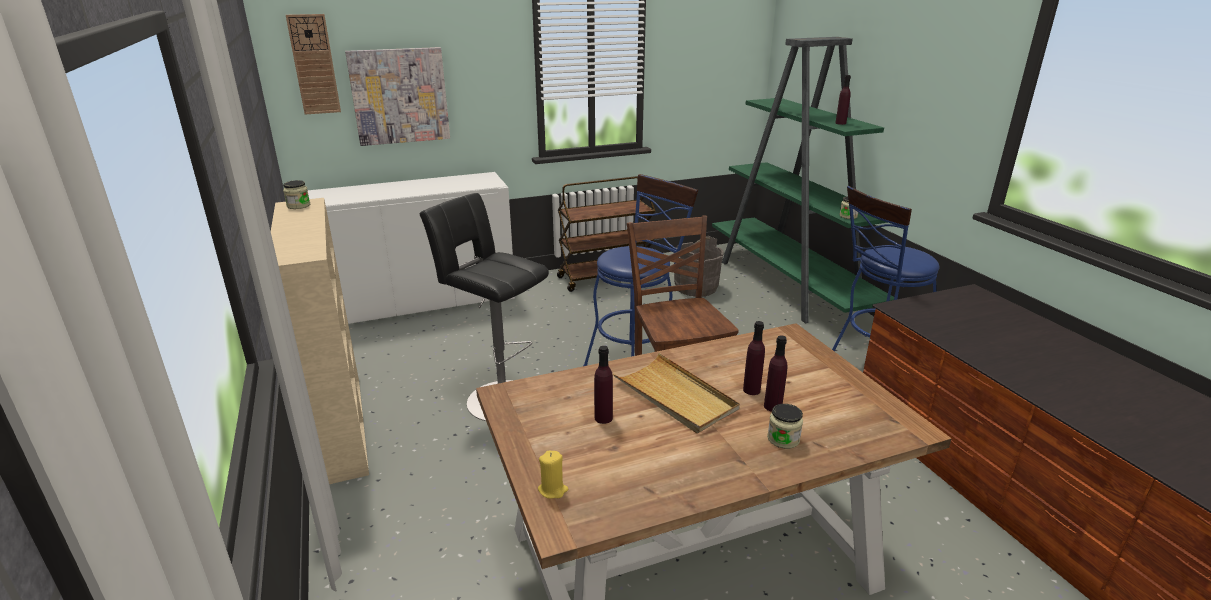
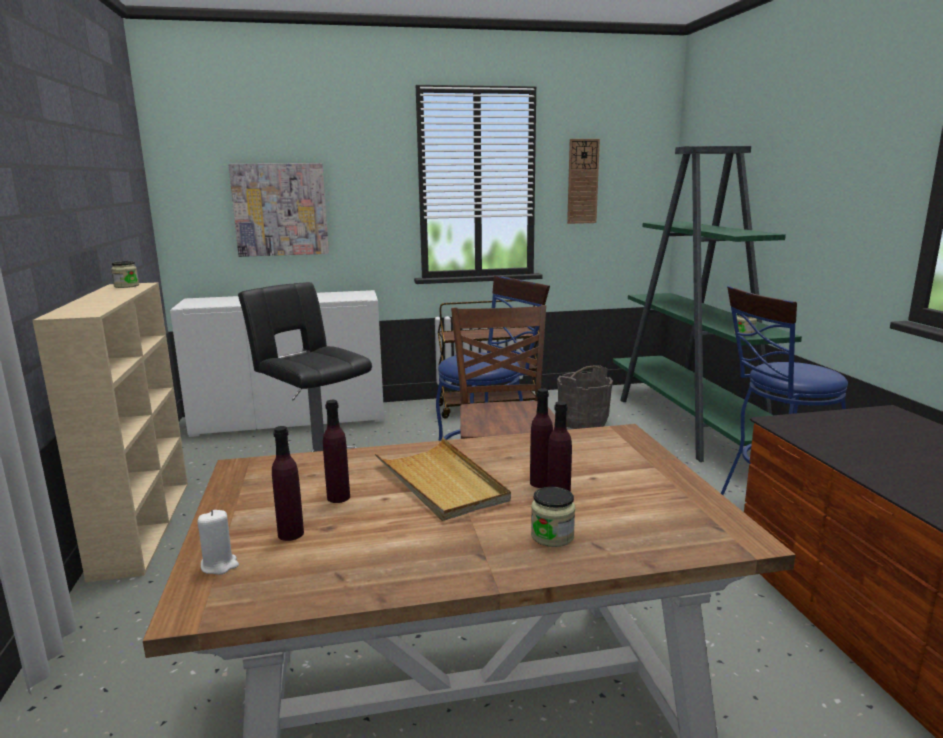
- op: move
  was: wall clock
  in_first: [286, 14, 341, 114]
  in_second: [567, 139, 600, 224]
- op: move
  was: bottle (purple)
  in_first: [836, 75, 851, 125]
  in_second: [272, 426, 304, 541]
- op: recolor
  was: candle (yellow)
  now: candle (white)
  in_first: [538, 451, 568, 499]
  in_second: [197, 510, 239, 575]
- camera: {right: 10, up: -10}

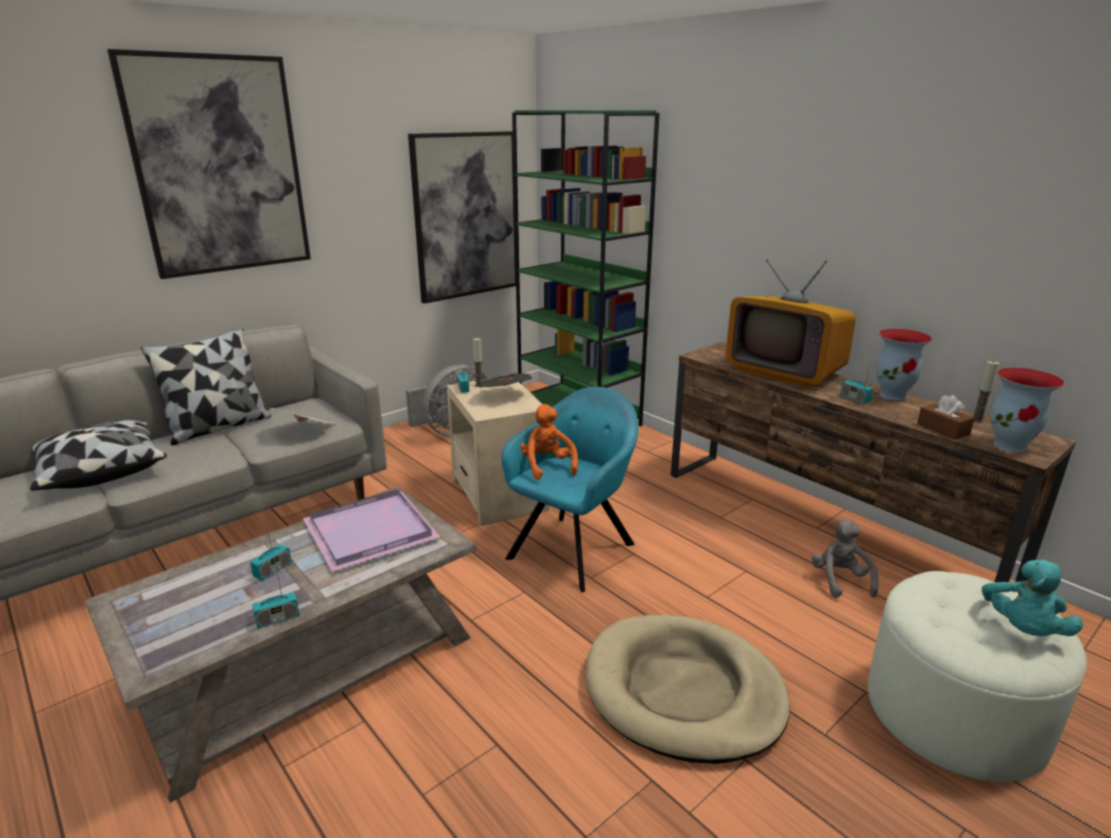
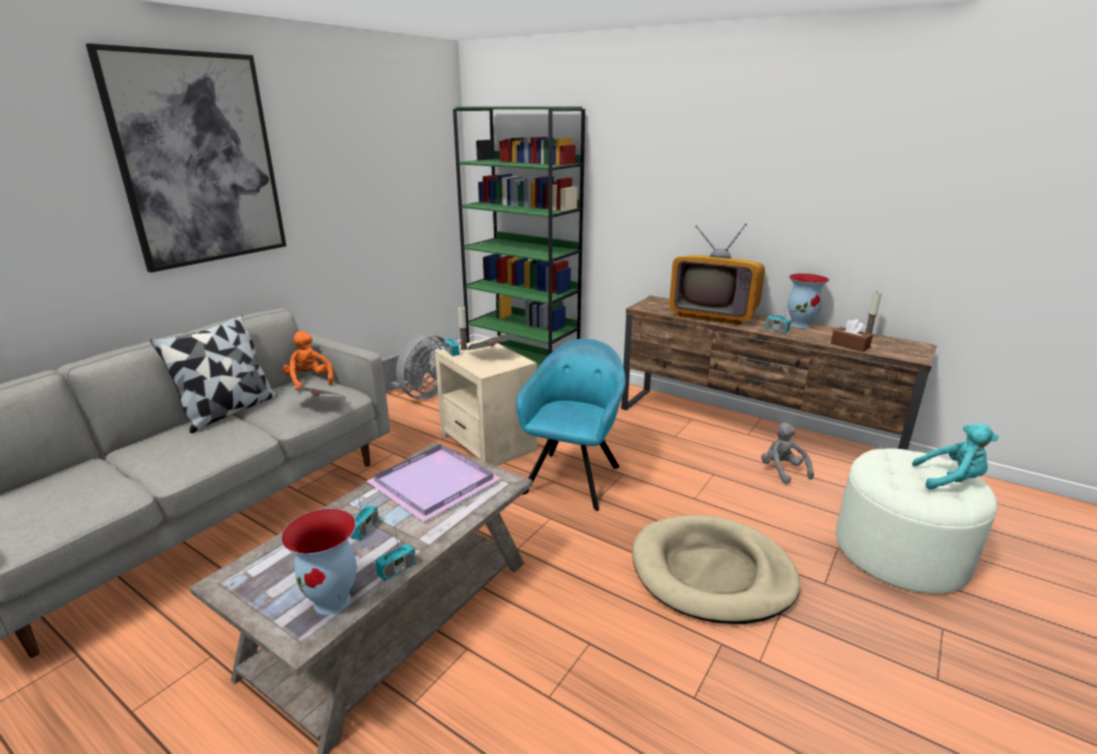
- op: delete
  was: pillow
  in_first: [30, 420, 167, 491]
- op: delete
  was: picture
  in_first: [408, 131, 516, 304]
- op: move
  was: plush toy (orange)
  in_first: [520, 404, 578, 480]
  in_second: [283, 331, 333, 391]
- op: move
  was: vase
  in_first: [991, 367, 1065, 453]
  in_second: [281, 509, 357, 615]
- op: rotate
  was: plush toy (turquoise)
  in_first: [982, 559, 1083, 636]
  in_second: [912, 423, 998, 490]
  clockwise: -90
- camera: {right: -15, up: 0}

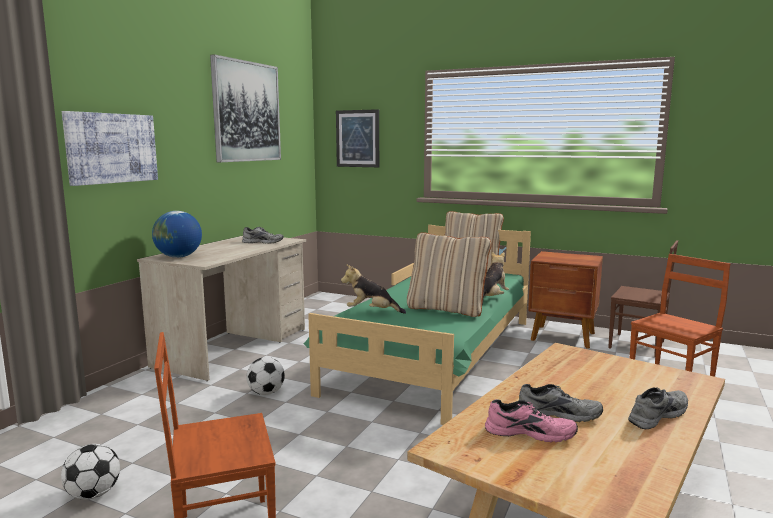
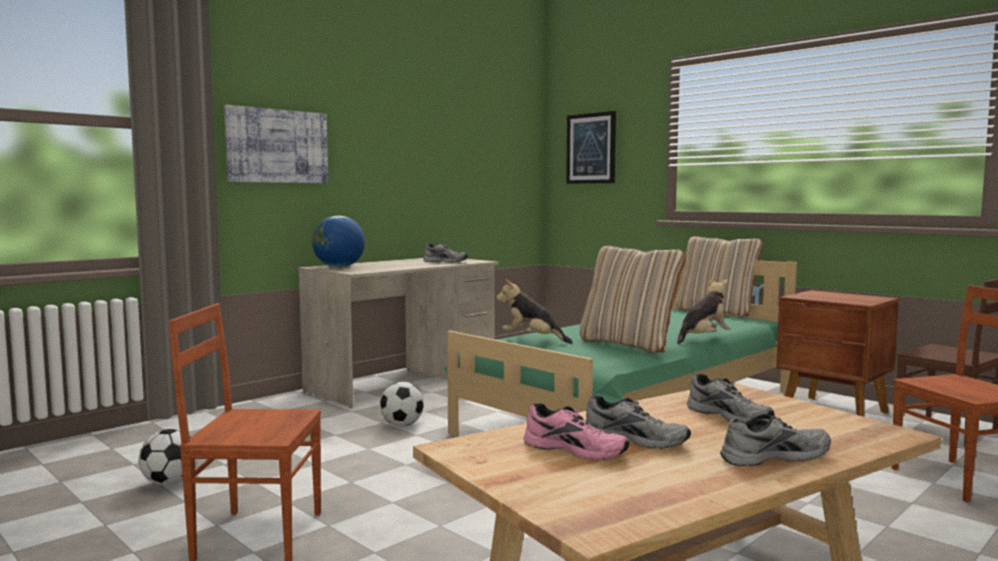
- op: delete
  was: picture
  in_first: [210, 54, 281, 162]
- op: insert
  now: shoe (grey)
  in_second: [687, 374, 775, 423]
- camera: {right: 20, up: -5}

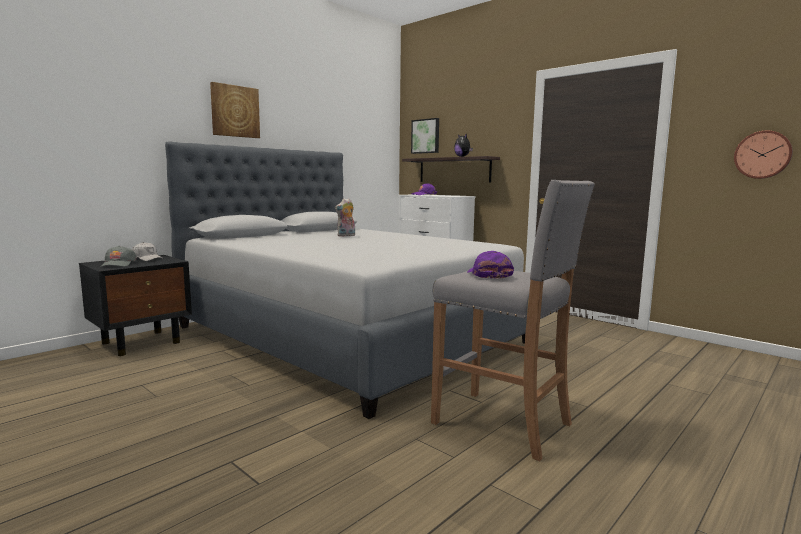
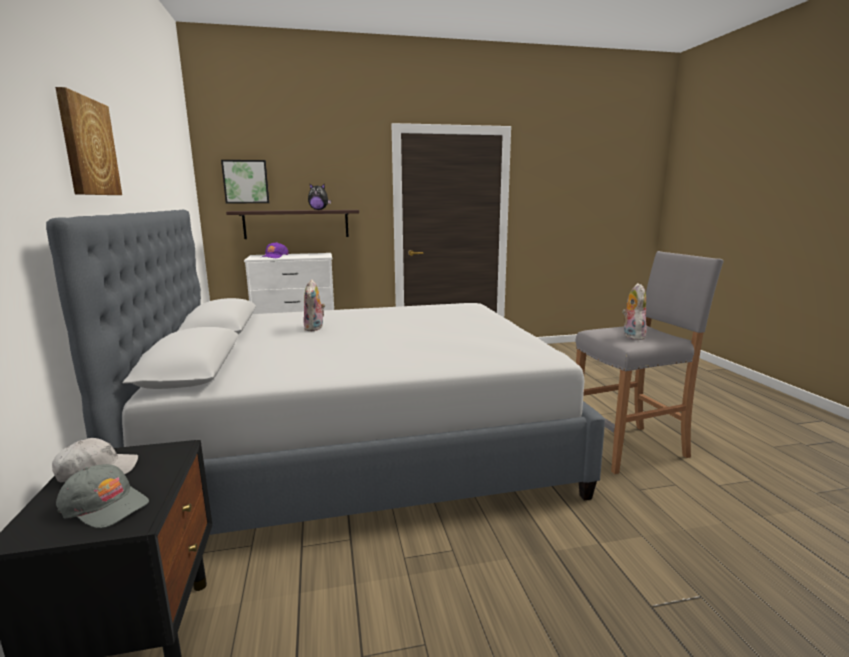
- op: delete
  was: wall clock
  in_first: [734, 130, 793, 179]
- op: replace
  was: cap (purple)
  now: plush toy
  in_first: [467, 251, 514, 279]
  in_second: [622, 283, 647, 340]
- camera: {right: -55, up: 5}

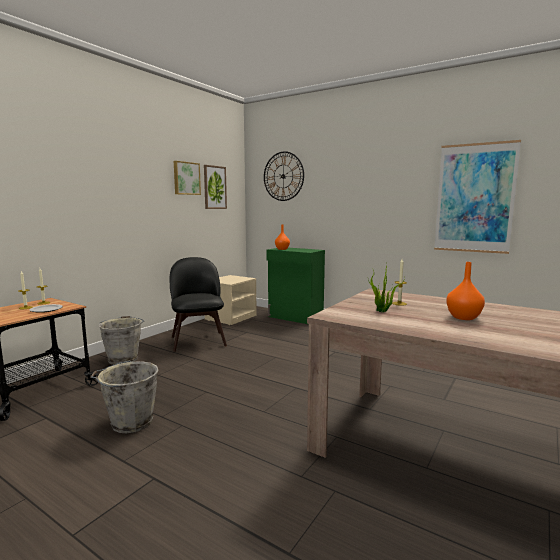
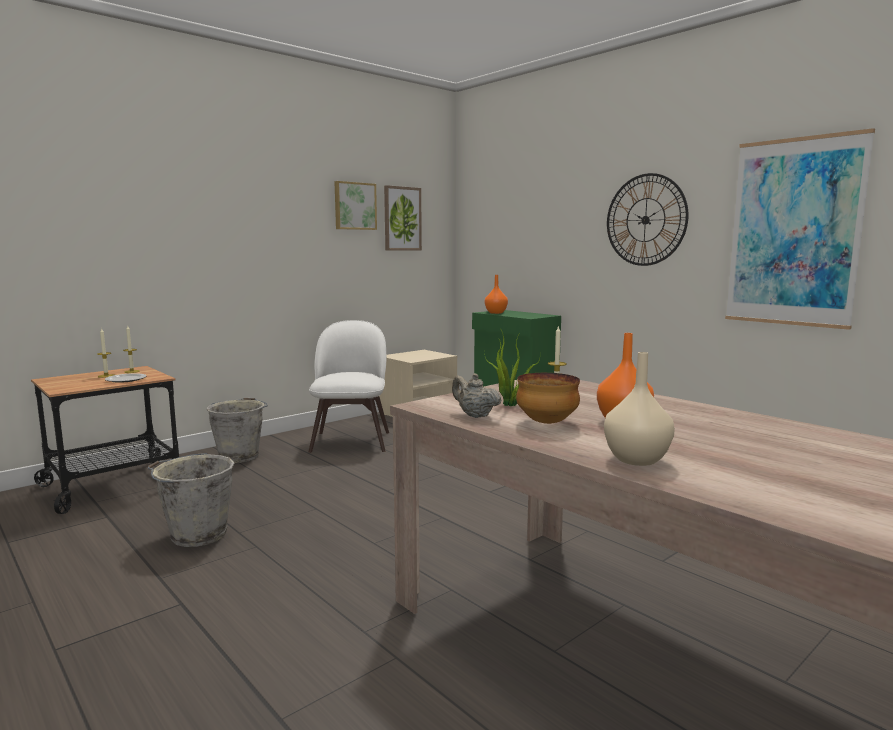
- op: insert
  now: teapot (beige)
  in_second: [452, 373, 502, 418]
- op: insert
  now: bowl
  in_second: [516, 373, 580, 424]
- op: insert
  now: vase (beige)
  in_second: [604, 352, 675, 466]
- op: move
  was: wall clock
  in_first: [264, 151, 304, 201]
  in_second: [607, 173, 689, 266]
- op: recolor
  was: chair (black)
  now: chair (white)
  in_first: [170, 257, 227, 352]
  in_second: [309, 320, 389, 453]
- camera: {right: 15, up: 0}

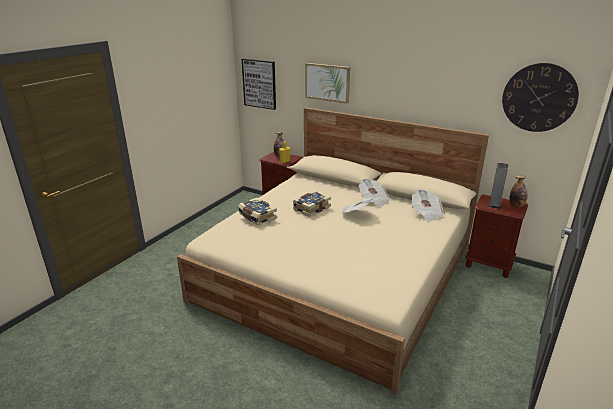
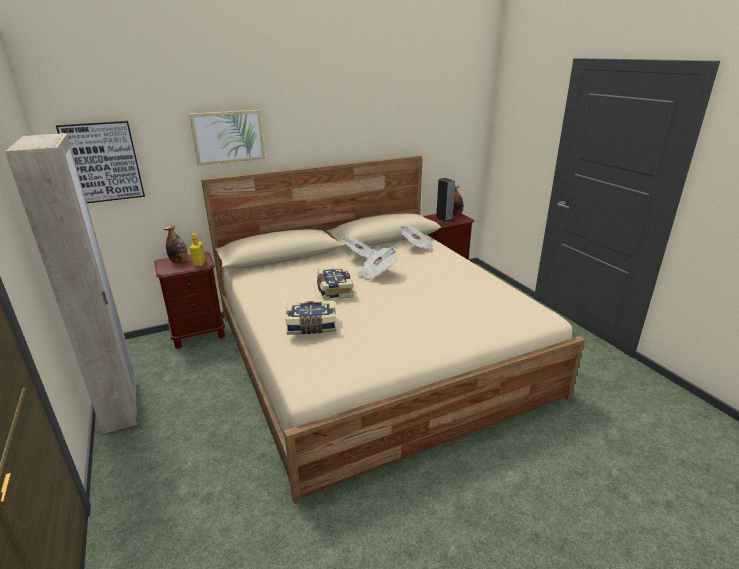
- op: delete
  was: wall clock
  in_first: [502, 63, 579, 132]
- op: insert
  now: wardrobe (beige)
  in_second: [5, 133, 137, 434]
- camera: {right: -55, up: 0}

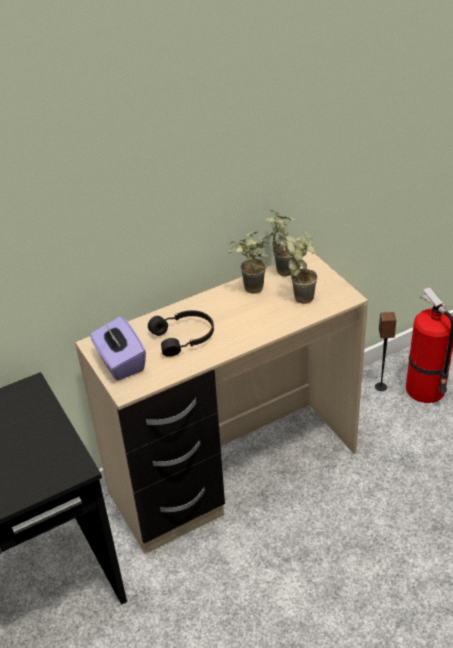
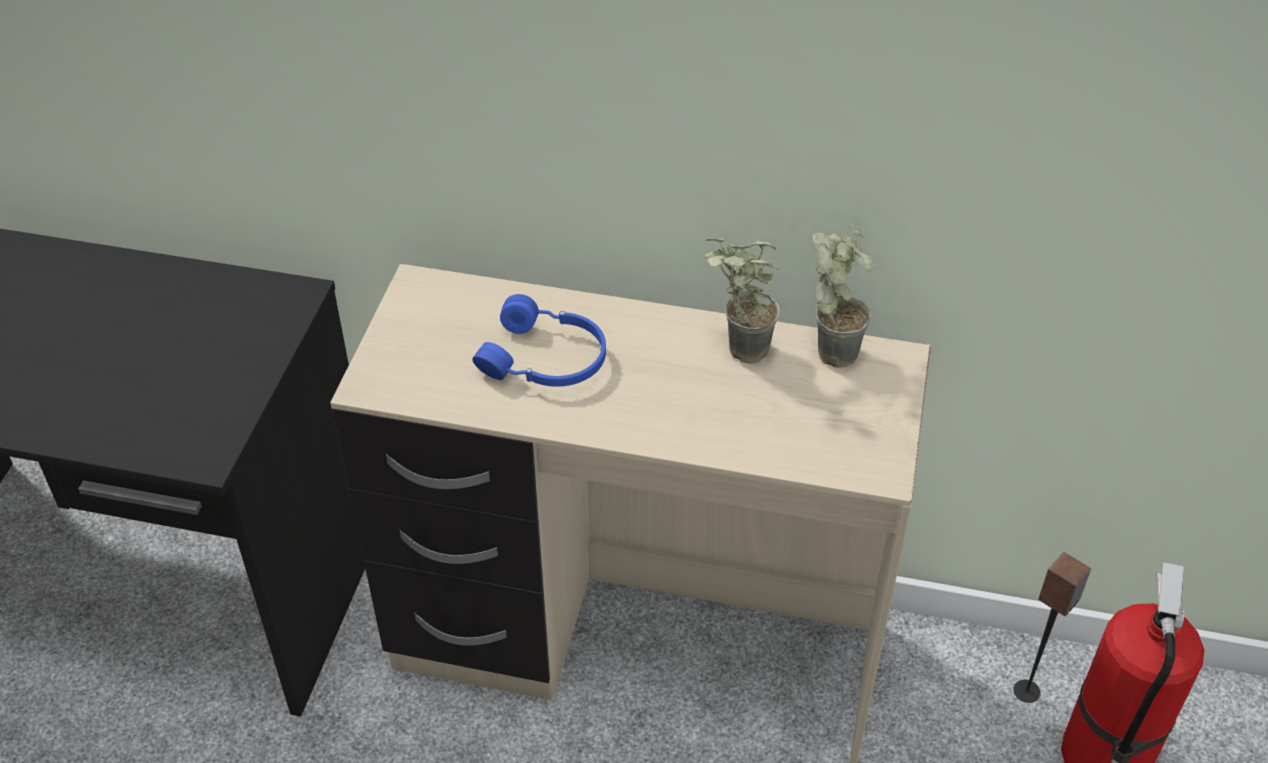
- op: delete
  was: tissue box (purple)
  in_first: [90, 316, 146, 381]
- op: delete
  was: potted plant
  in_first: [286, 232, 318, 304]
- op: recolor
  was: headphones (black)
  now: headphones (blue)
  in_first: [148, 310, 214, 357]
  in_second: [472, 294, 606, 387]
- camera: {right: 40, up: 5}

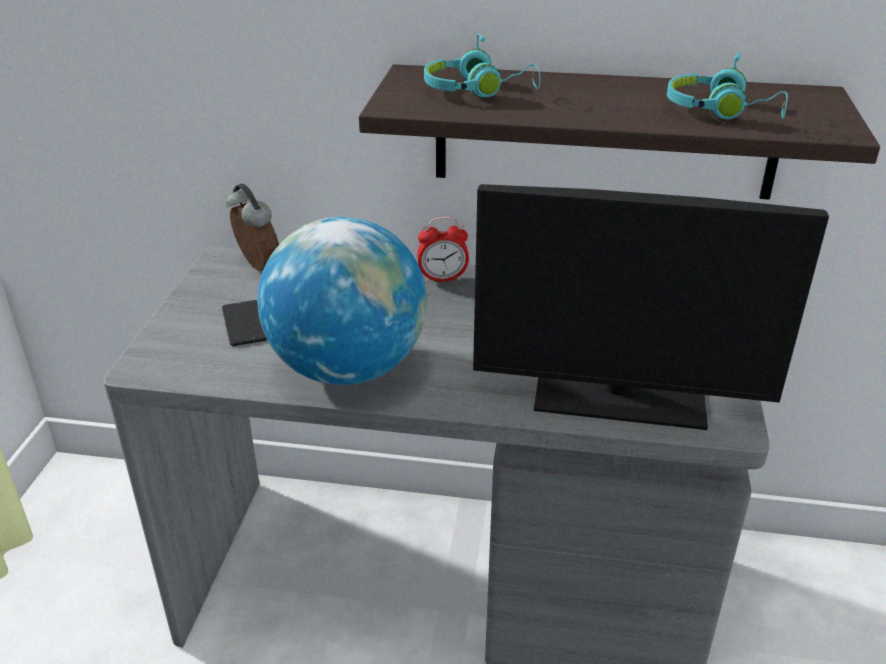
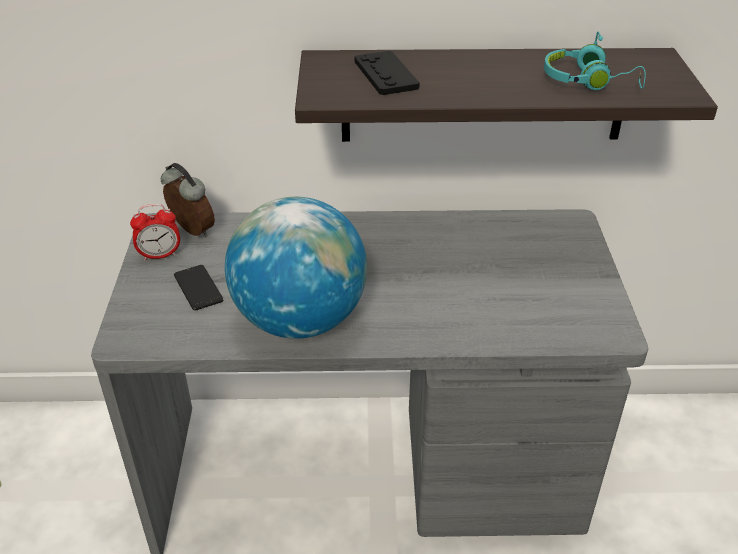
- op: delete
  was: monitor
  in_first: [473, 184, 829, 430]
- op: move
  was: alarm clock
  in_first: [417, 217, 469, 283]
  in_second: [130, 204, 180, 261]
- op: replace
  was: headphones (turquoise)
  now: game controller (black)
  in_first: [424, 33, 540, 98]
  in_second: [355, 51, 420, 95]
- camera: {right: -10, up: 5}

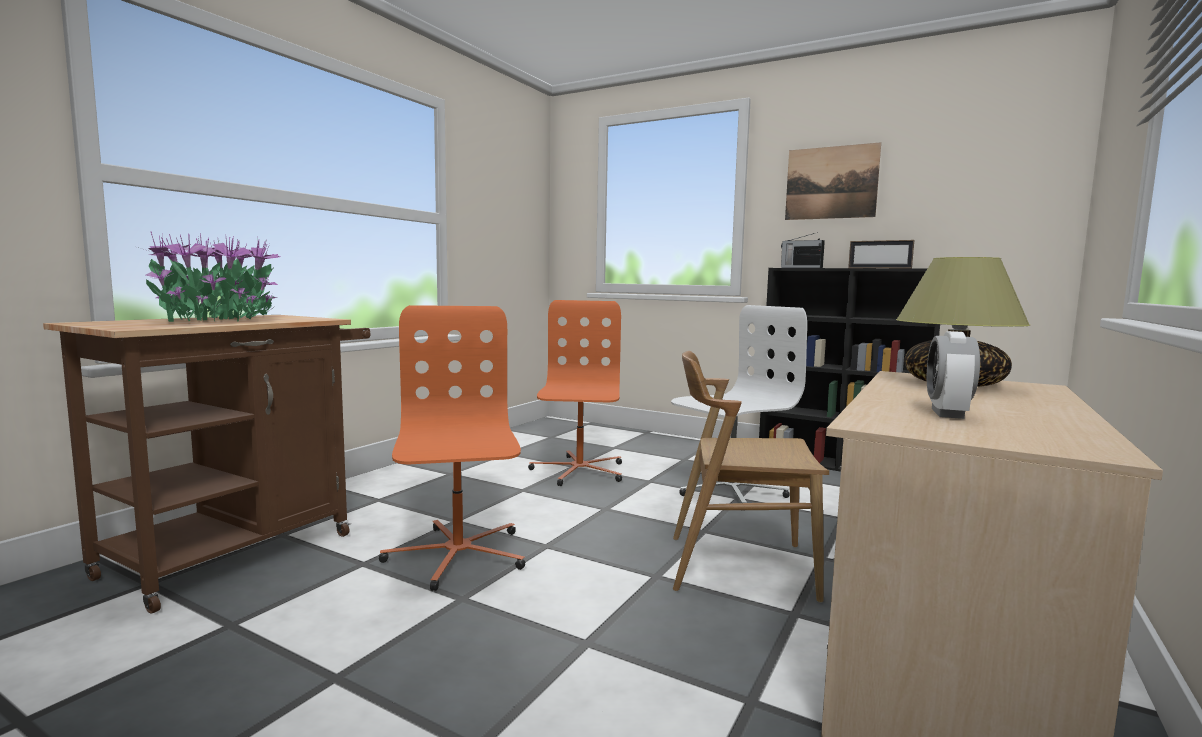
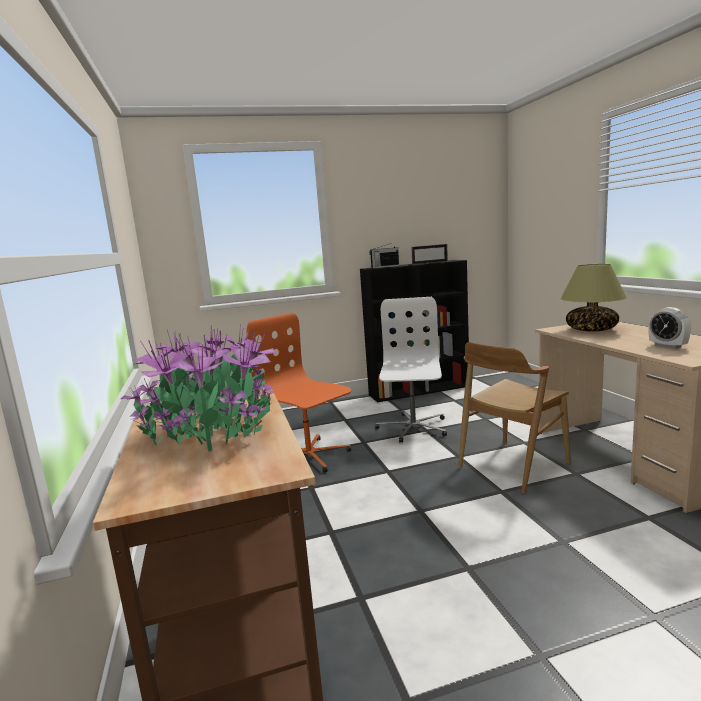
- op: delete
  was: office chair (orange)
  in_first: [379, 305, 525, 591]
- op: delete
  was: picture
  in_first: [785, 142, 881, 220]
- camera: {right: -45, up: 5}

